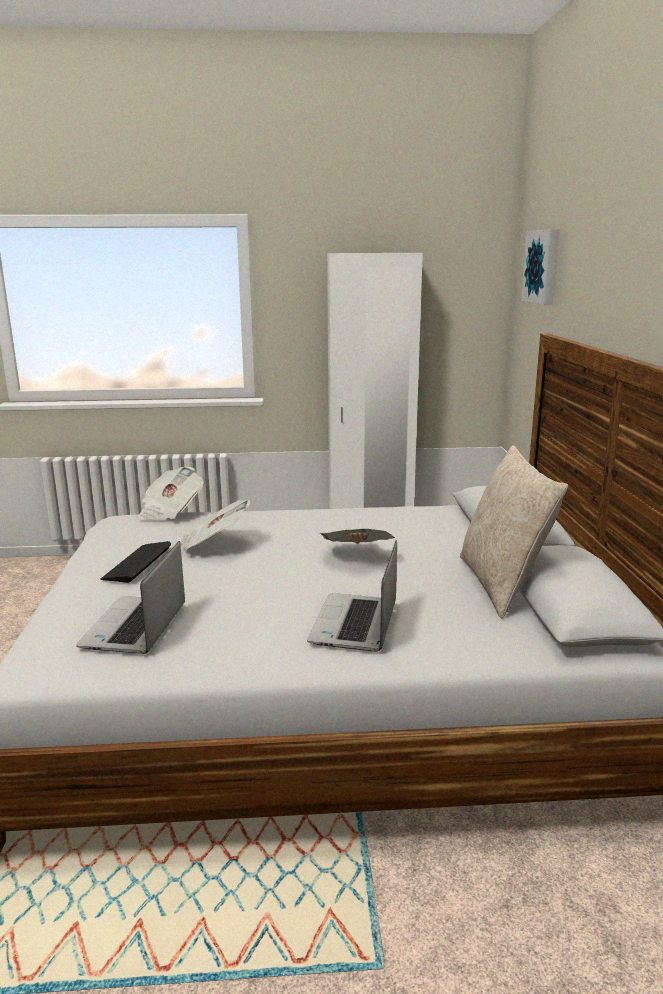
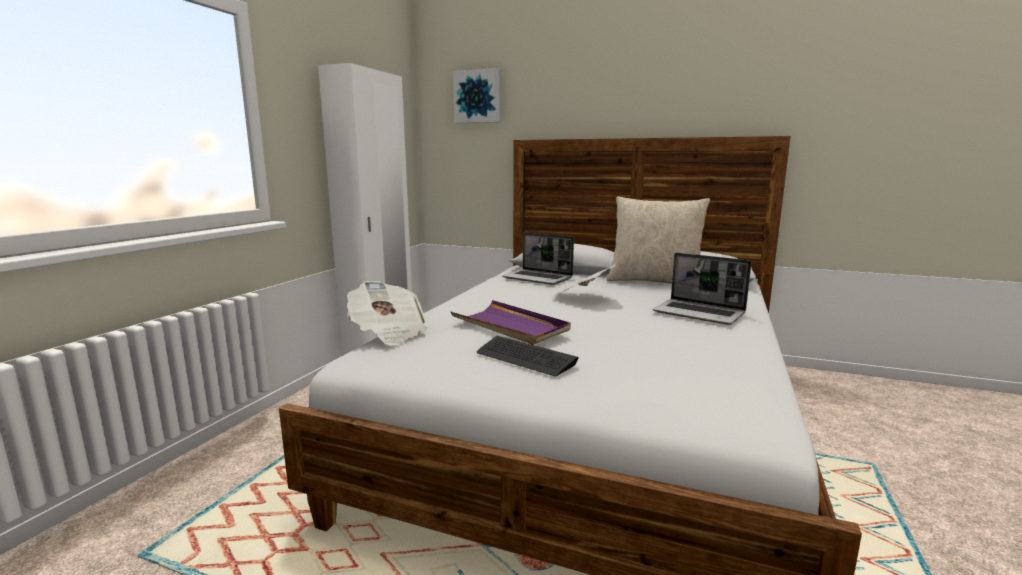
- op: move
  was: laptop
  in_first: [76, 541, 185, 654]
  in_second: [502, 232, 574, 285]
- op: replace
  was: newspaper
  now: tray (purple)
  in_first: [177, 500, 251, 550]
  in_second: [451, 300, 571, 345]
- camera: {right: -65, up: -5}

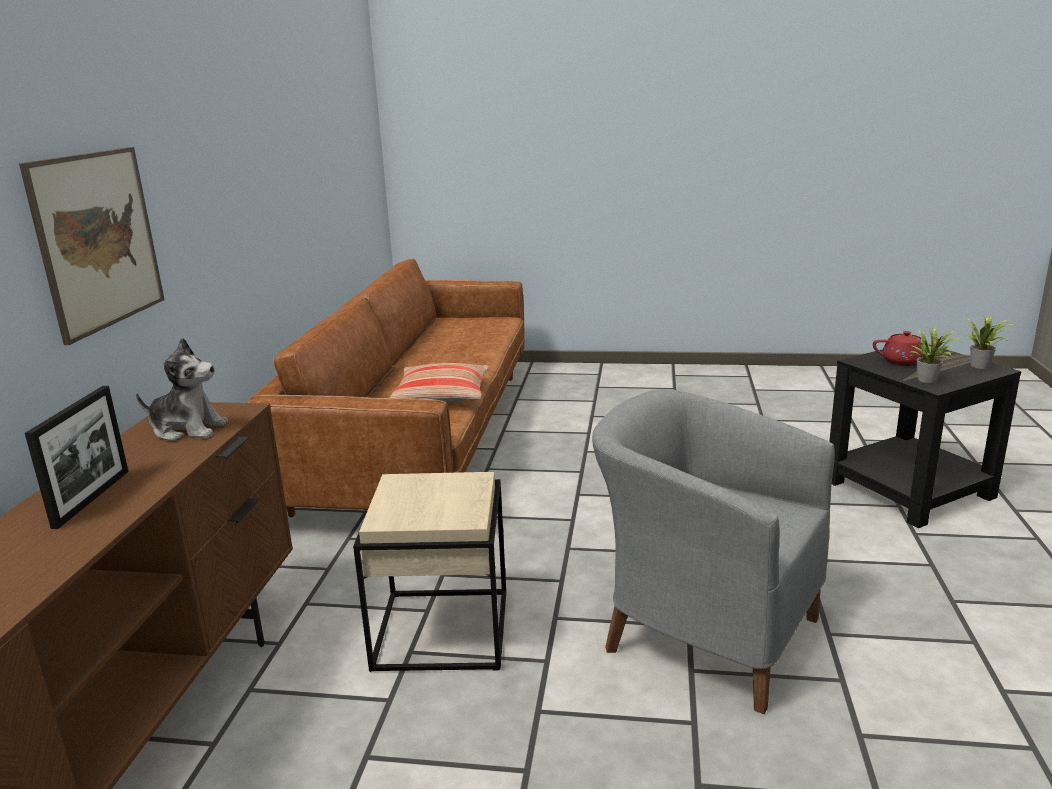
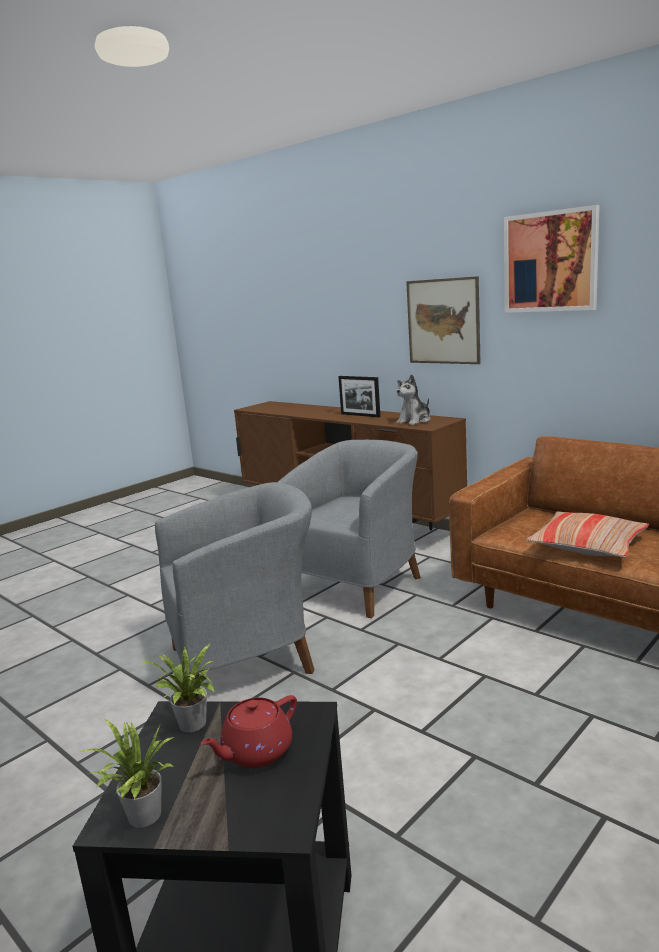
- op: insert
  now: picture
  in_second: [504, 205, 599, 313]
- op: replace
  was: side table (beige)
  now: armchair (grey)
  in_first: [353, 472, 506, 672]
  in_second: [278, 440, 421, 618]
- camera: {right: 125, up: -5}

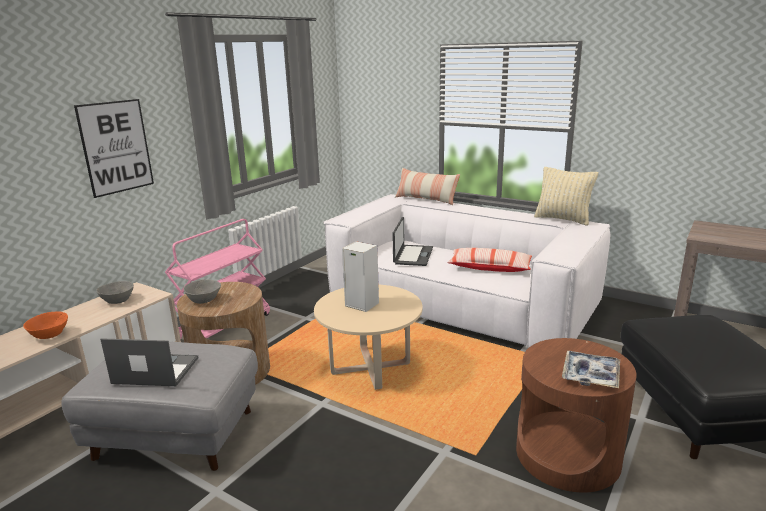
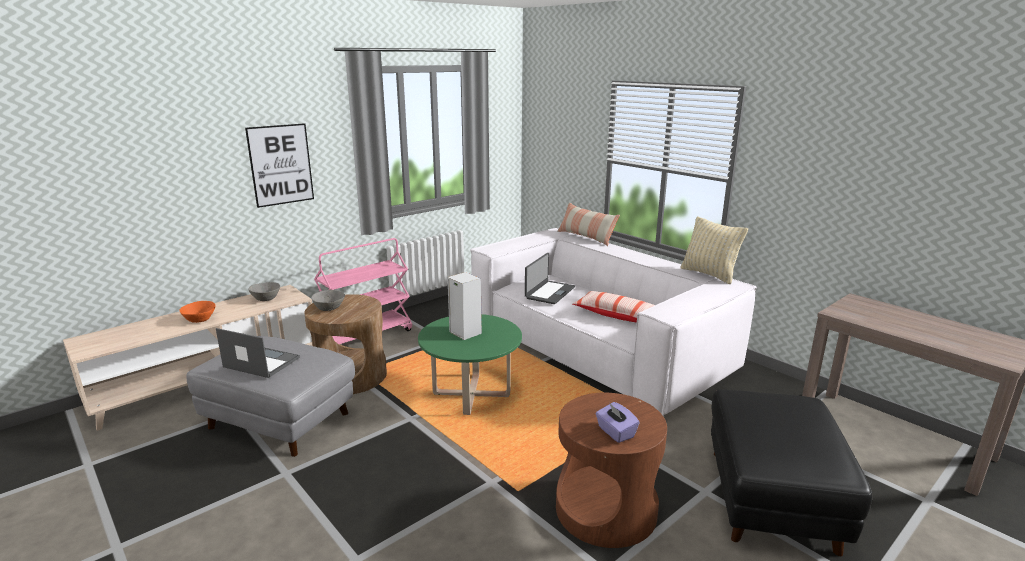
- op: replace
  was: tray
  now: tissue box (purple)
  in_first: [562, 351, 620, 388]
  in_second: [596, 402, 639, 443]
- op: recolor
  was: coffee table (beige)
  now: coffee table (green)
  in_first: [314, 285, 423, 390]
  in_second: [418, 314, 522, 415]
- camera: {right: 15, up: 0}

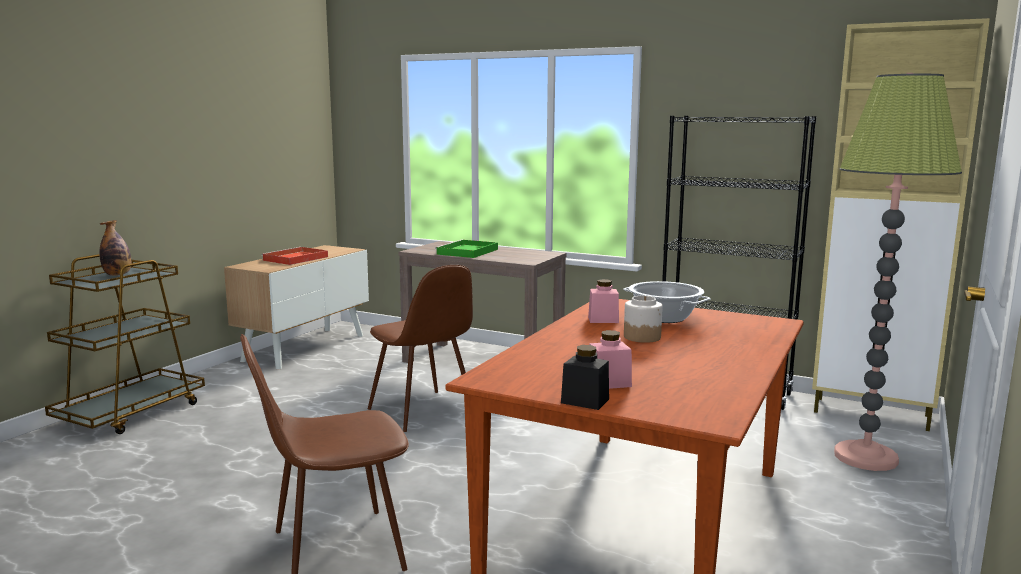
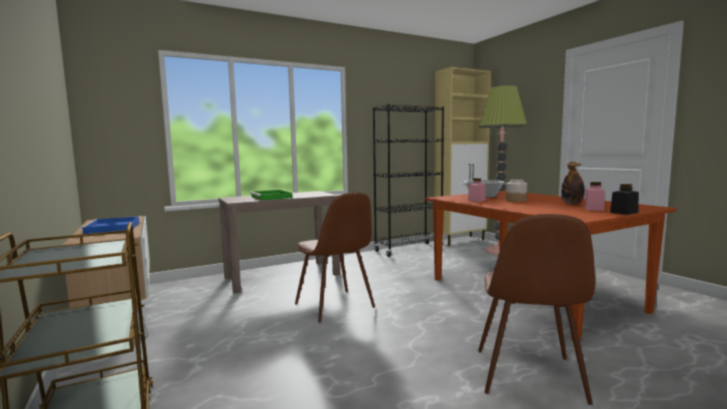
- op: move
  was: bottle
  in_first: [99, 220, 131, 276]
  in_second: [561, 163, 585, 204]
- op: recolor
  was: tray (red)
  now: tray (blue)
  in_first: [262, 247, 328, 265]
  in_second: [80, 216, 139, 234]
- op: rotate
  was: chair (brown)
  in_first: [368, 265, 473, 432]
  in_second: [295, 192, 375, 323]
  clockwise: 60
- camera: {right: -55, up: -5}

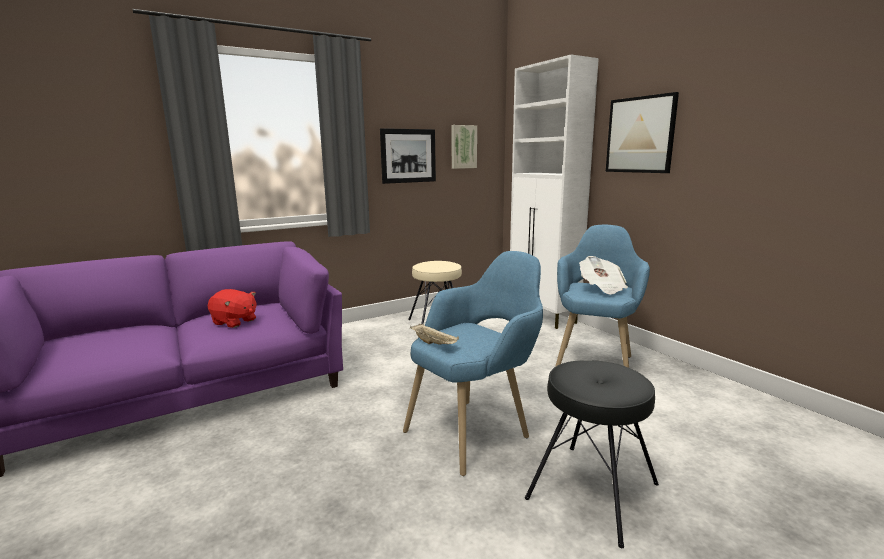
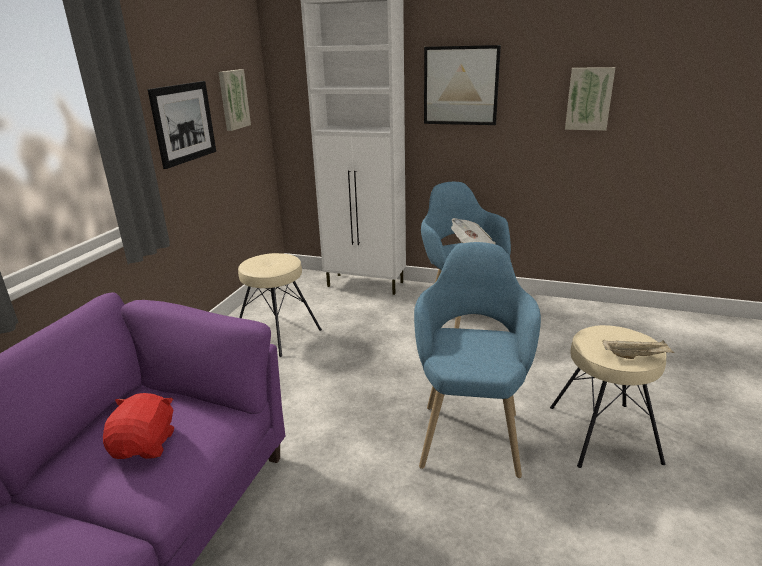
- op: insert
  now: picture
  in_second: [565, 67, 615, 131]
- op: move
  was: tray (beige)
  in_first: [410, 324, 459, 345]
  in_second: [602, 340, 675, 359]
- op: recolor
  was: stool (black)
  now: stool (beige)
  in_first: [525, 360, 659, 548]
  in_second: [550, 325, 667, 468]
- op: rotate
  was: plush toy (red)
  in_first: [208, 289, 256, 328]
  in_second: [103, 393, 174, 459]
  clockwise: -75
- camera: {right: -40, up: 10}

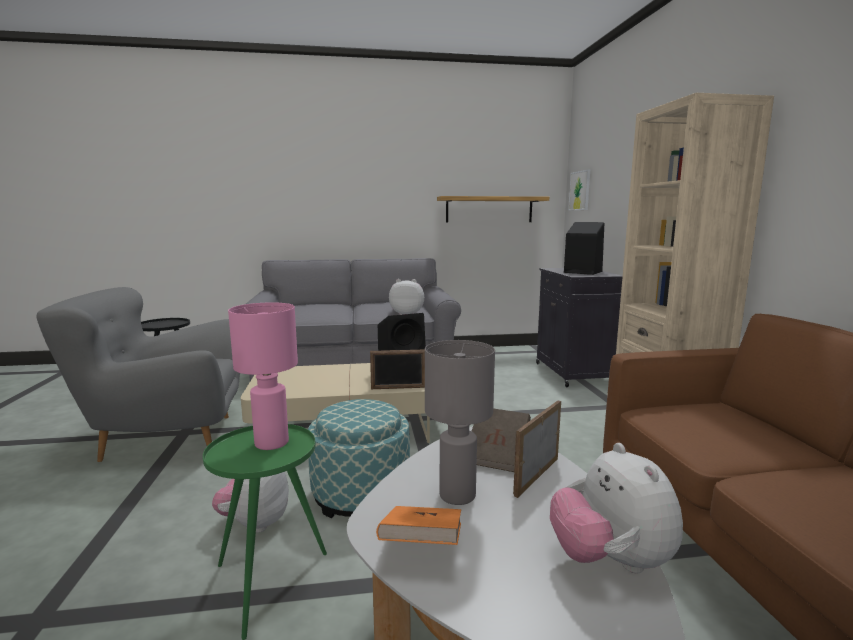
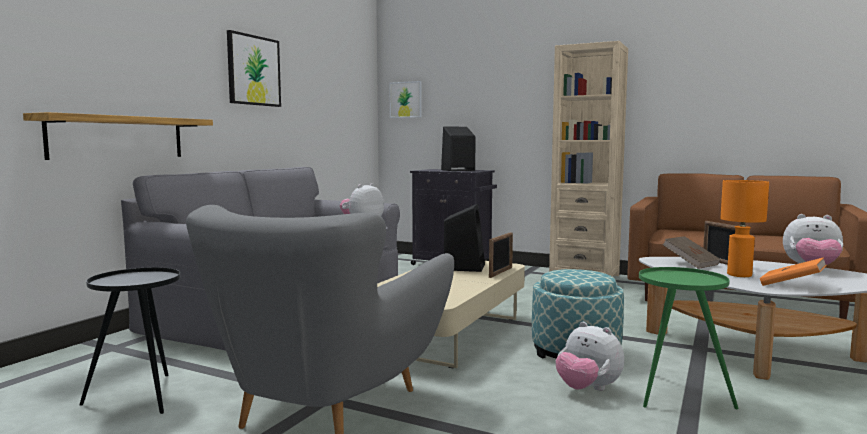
- op: delete
  was: table lamp (pink)
  in_first: [228, 302, 298, 450]
- op: insert
  now: picture
  in_second: [227, 30, 281, 107]
- op: move
  was: shelf
  in_first: [437, 196, 549, 222]
  in_second: [23, 112, 213, 160]
- op: recolor
  was: table lamp (grey)
  now: table lamp (orange)
  in_first: [425, 340, 495, 505]
  in_second: [720, 180, 769, 277]
- camera: {right: -55, up: -5}

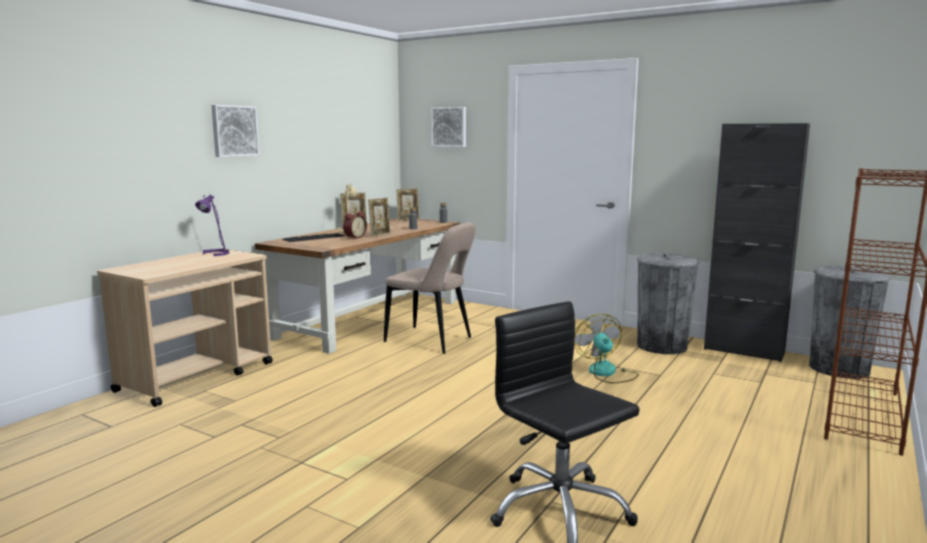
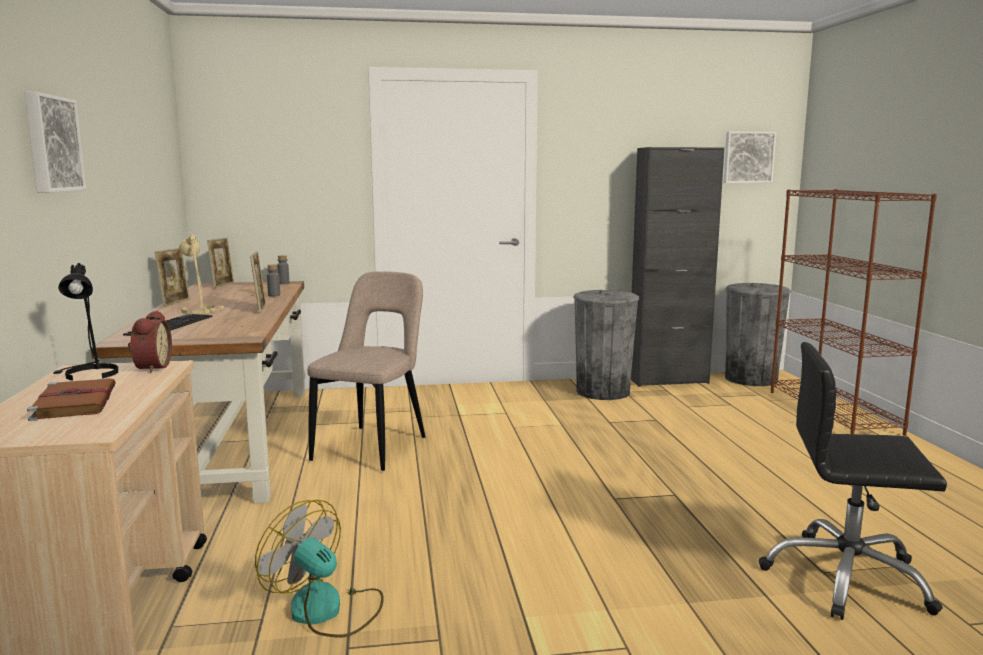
- op: insert
  now: book (brown)
  in_second: [27, 378, 116, 421]
- op: move
  was: alarm clock
  in_first: [343, 212, 367, 239]
  in_second: [128, 311, 172, 373]
- op: move
  was: picture
  in_first: [431, 107, 466, 147]
  in_second: [723, 132, 776, 183]
- op: move
  was: fan
  in_first: [574, 314, 639, 383]
  in_second: [255, 500, 384, 638]
- op: recolor
  was: table lamp (purple)
  now: table lamp (black)
  in_first: [195, 194, 229, 256]
  in_second: [53, 263, 118, 380]
- op: rotate
  was: chair (beige)
  in_first: [384, 222, 476, 354]
  in_second: [307, 271, 425, 471]
  clockwise: -60
- camera: {right: -40, up: 0}

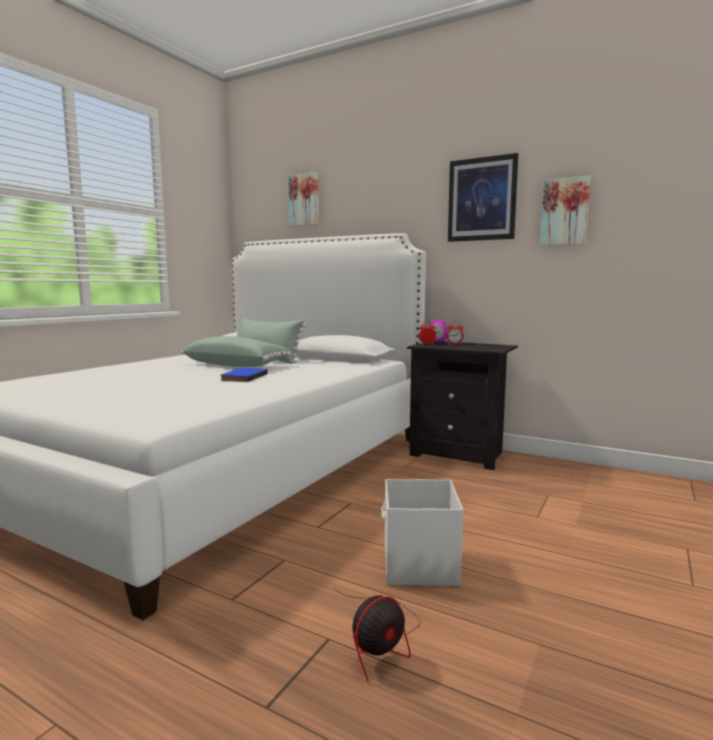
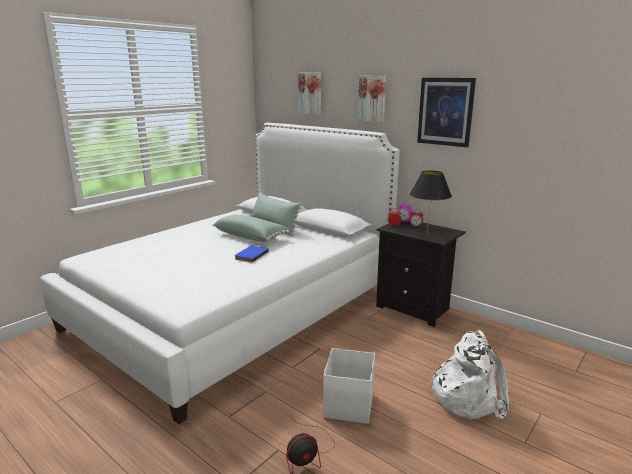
- op: insert
  now: table lamp (black)
  in_second: [410, 170, 452, 235]
- op: insert
  now: backpack (white)
  in_second: [427, 330, 509, 420]
- op: move
  was: picture
  in_first: [540, 175, 591, 246]
  in_second: [358, 75, 386, 122]
- camera: {right: 10, up: 10}

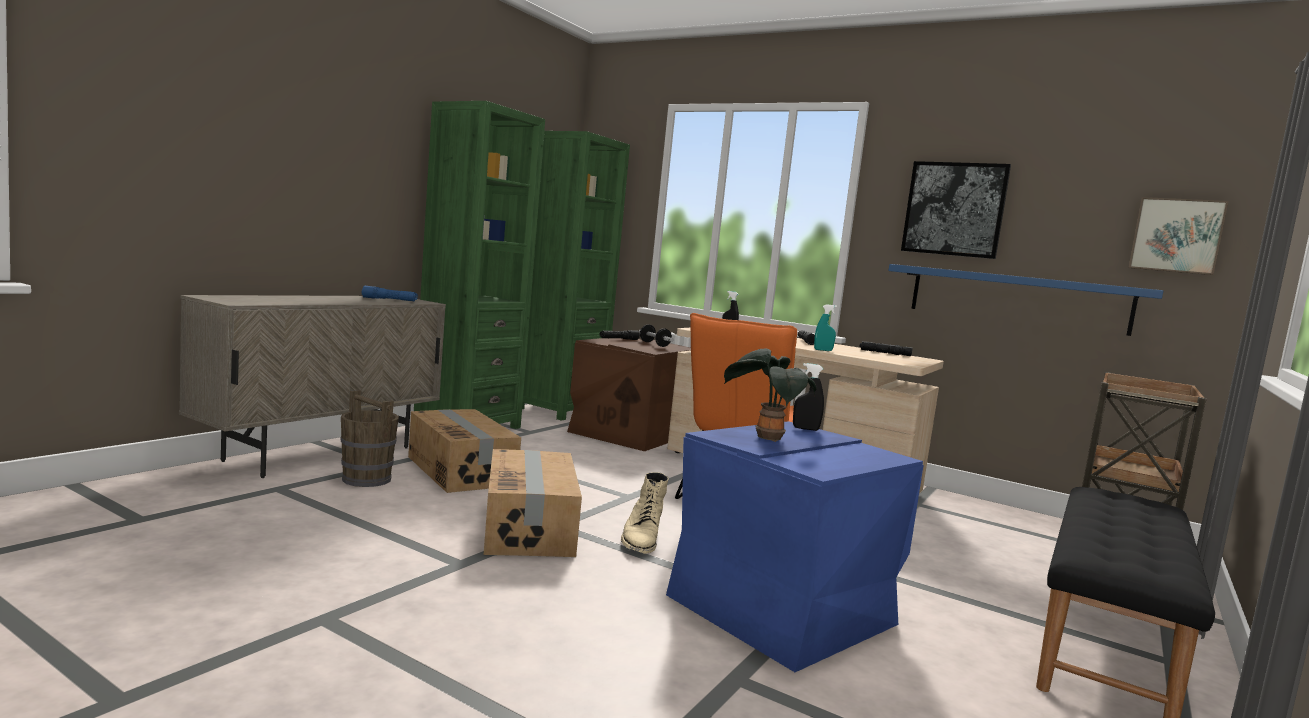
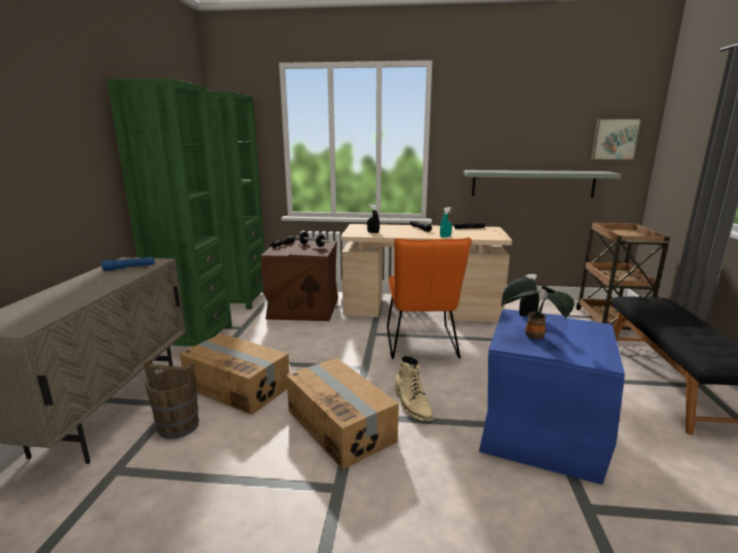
- op: delete
  was: picture
  in_first: [901, 161, 1011, 259]
- op: recolor
  was: shelf (blue)
  now: shelf (grey)
  in_first: [888, 264, 1163, 336]
  in_second: [464, 170, 621, 198]
- camera: {right: -25, up: 10}

